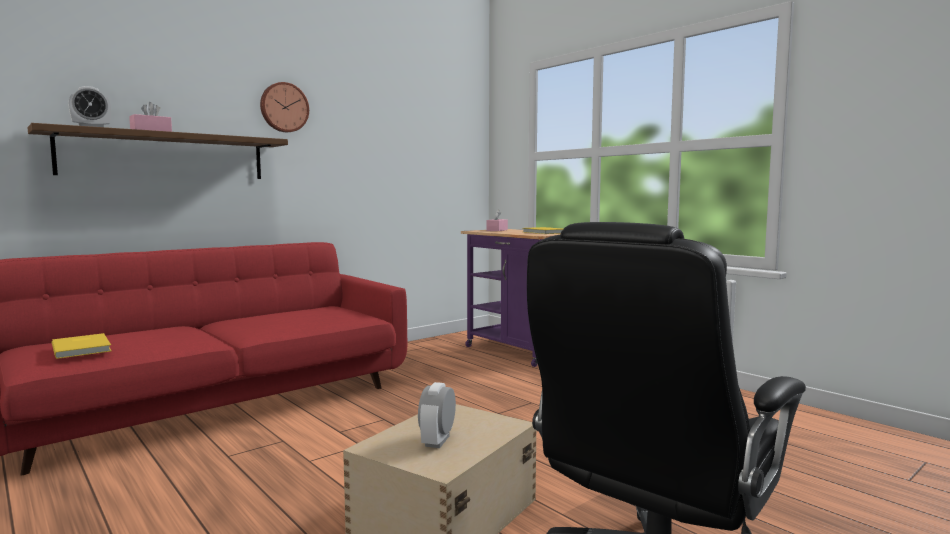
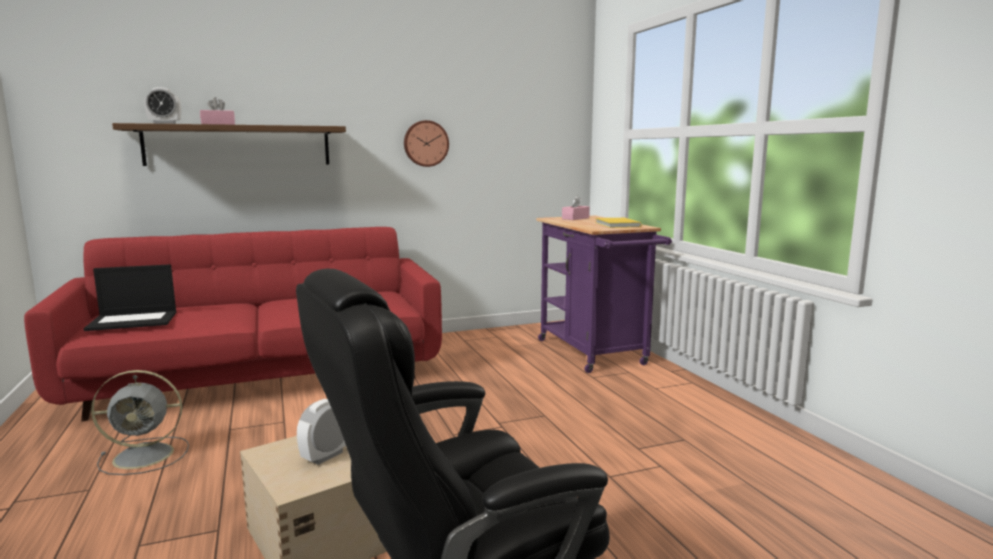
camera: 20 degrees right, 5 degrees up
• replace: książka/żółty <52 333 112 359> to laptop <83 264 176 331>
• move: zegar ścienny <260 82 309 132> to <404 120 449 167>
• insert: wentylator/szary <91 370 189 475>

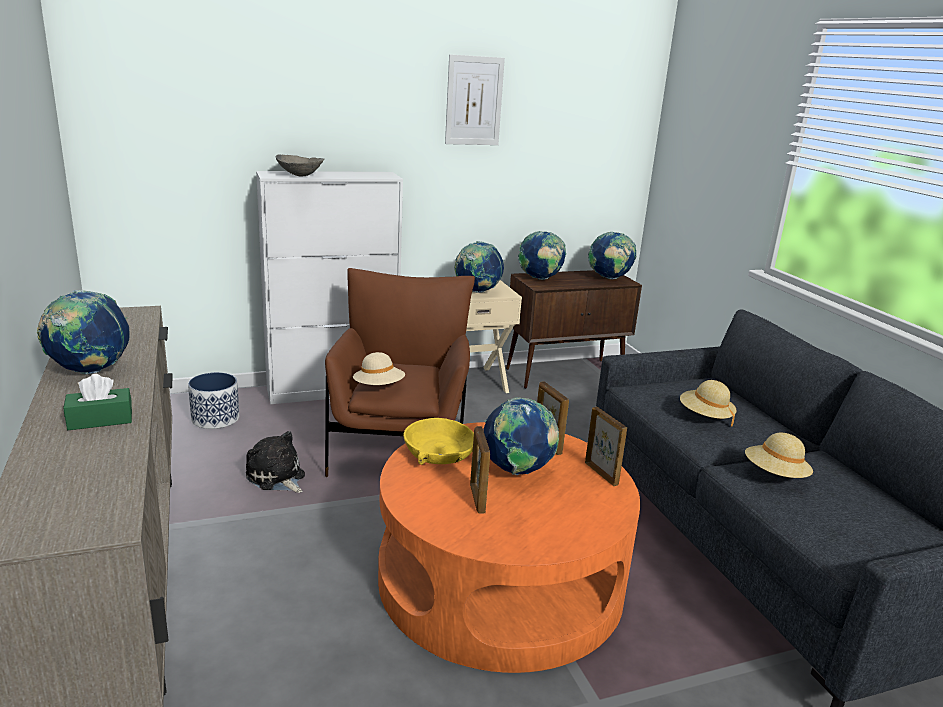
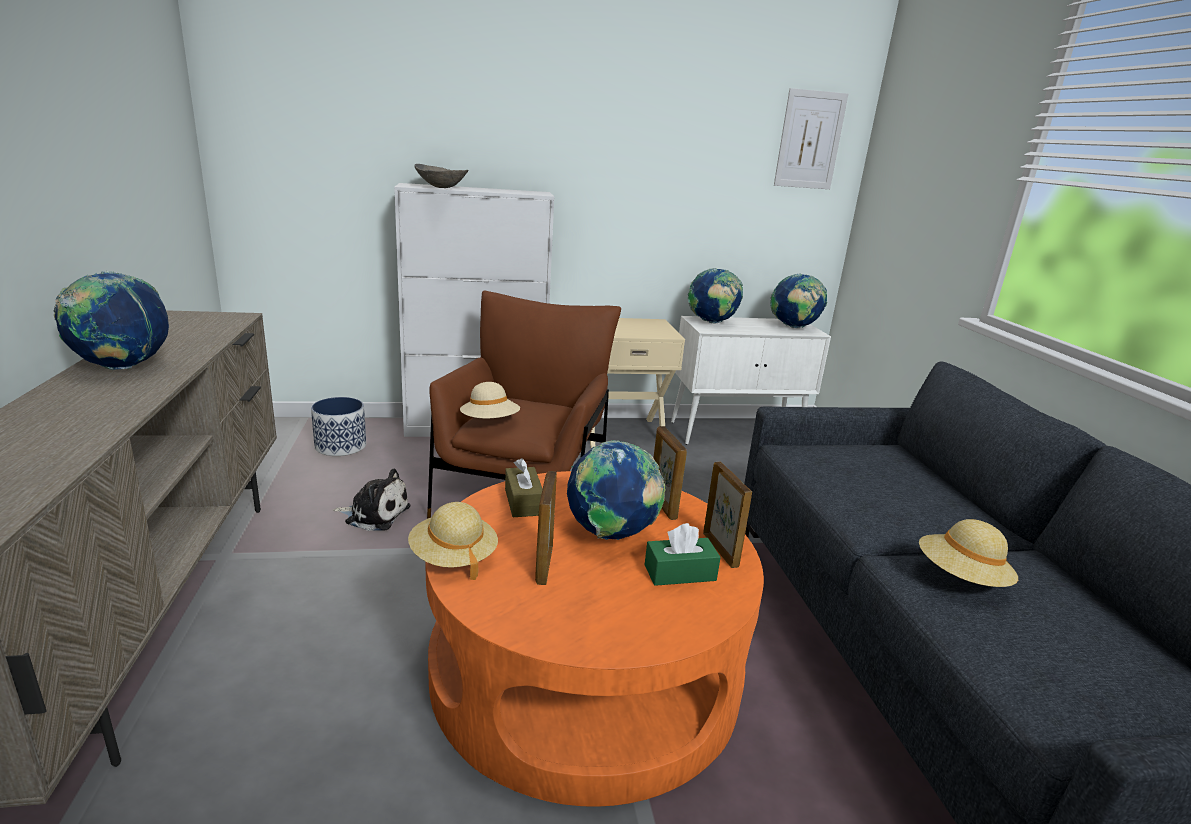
camera: 10 degrees right, 0 degrees up
• move: pudełko chusteczek/zielony <64 374 132 430> to <645 523 721 586>
• rotate: pluszak <246 431 305 493> = <333 469 410 531> 135 degrees clockwise
• replace: miska/żółty <403 418 474 465> to pudełko chusteczek/brązowy <505 458 543 517>
• move: obraz <445 54 505 145> to <774 88 848 189>
• delete: globus <454 241 505 293>
• recolor: szafka/brązowy <506 270 642 389> to szafka/biały <671 316 831 445>
• move: kapelusz/beżowy <680 380 737 427> to <408 502 498 580>

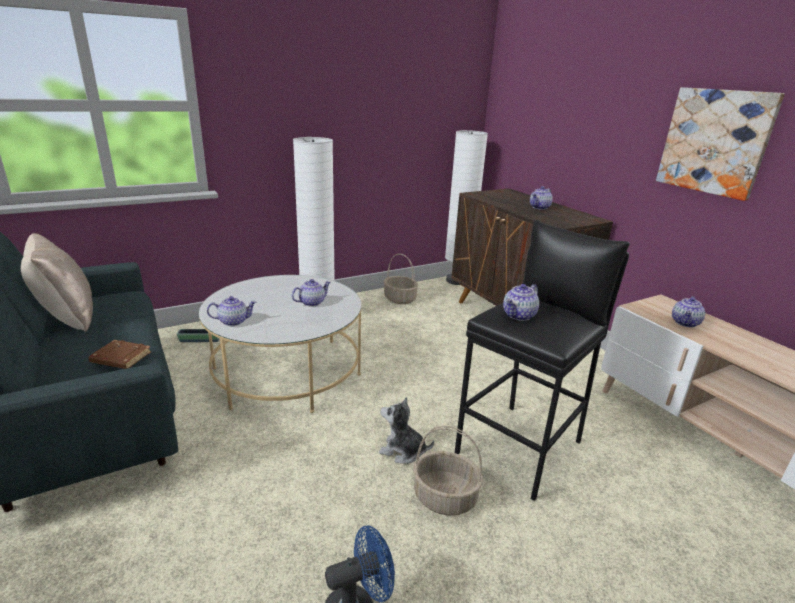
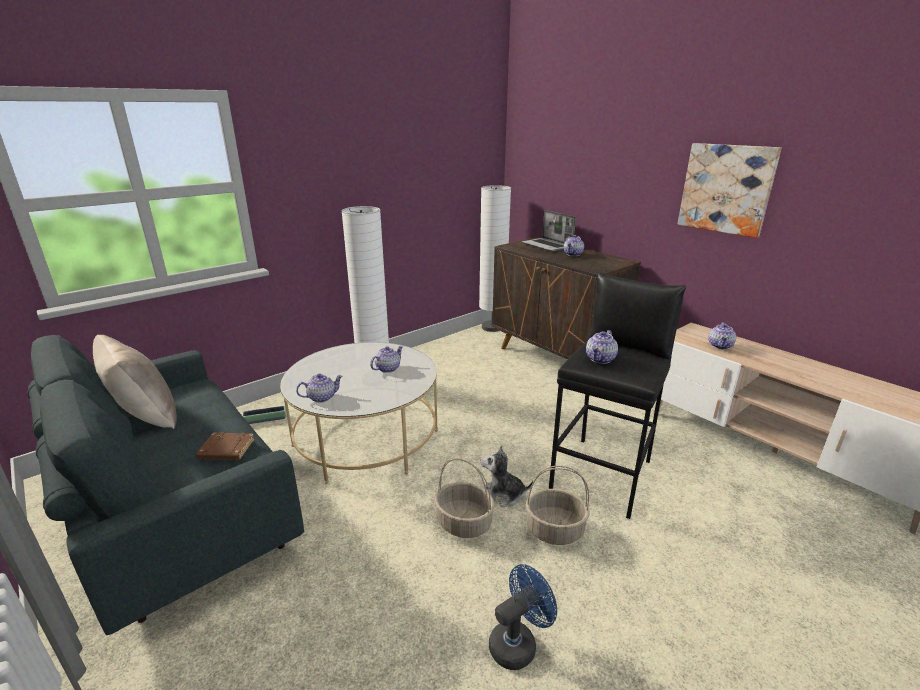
camera: 10 degrees left, 0 degrees up
• move: koszyk <383 254 419 304> to <435 458 494 538>
• insert: laptop <522 210 576 252>

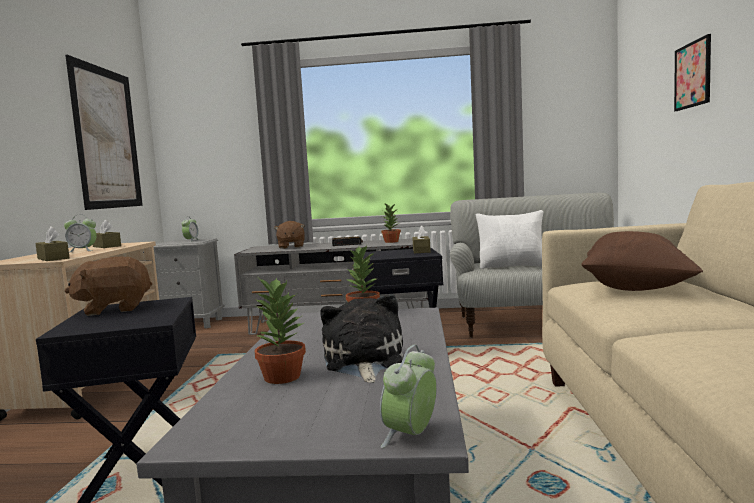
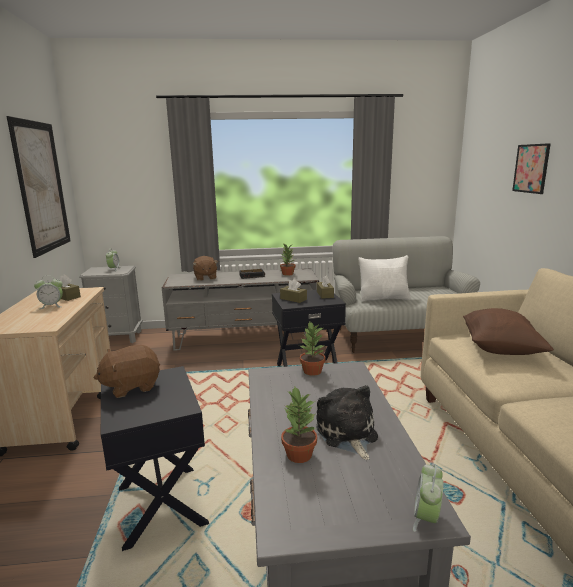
camera: 10 degrees left, 10 degrees up
• move: pudełko chusteczek/brązowy <35 227 70 261> to <280 279 307 303>

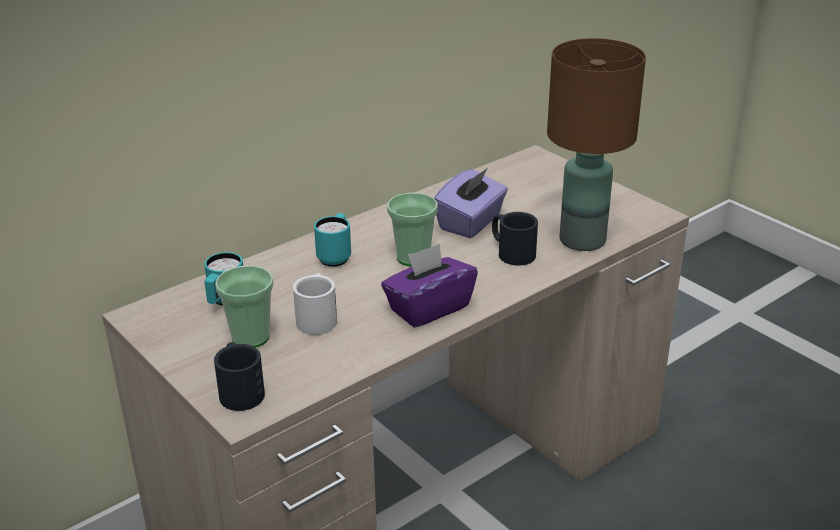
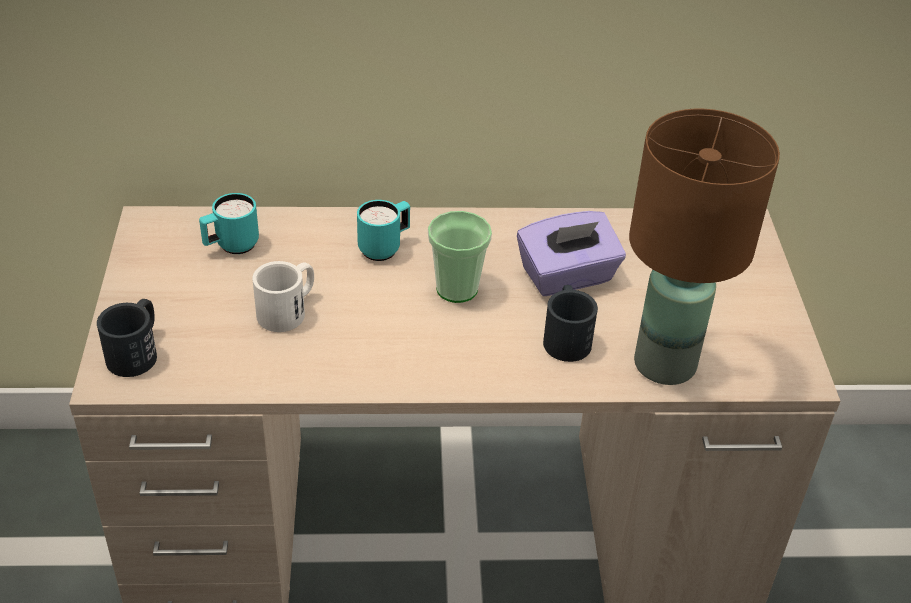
camera: 35 degrees right, 10 degrees up
• delete: filiżanka <215 266 274 348>
• delete: pudełko chusteczek/fioletowy <381 244 478 328>

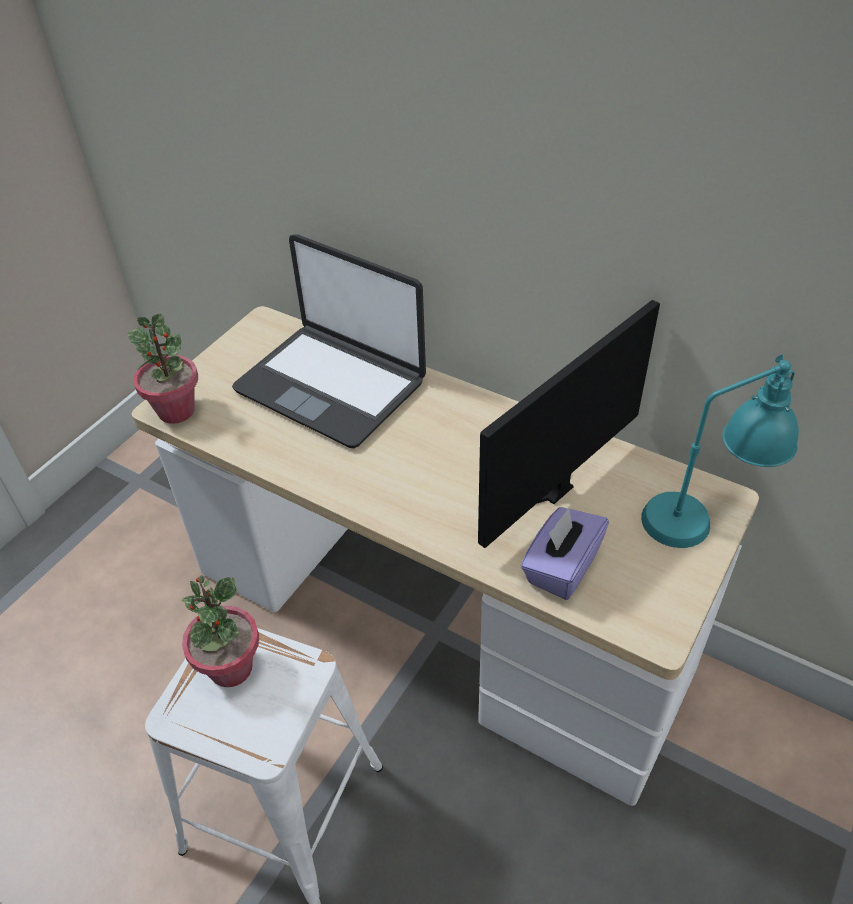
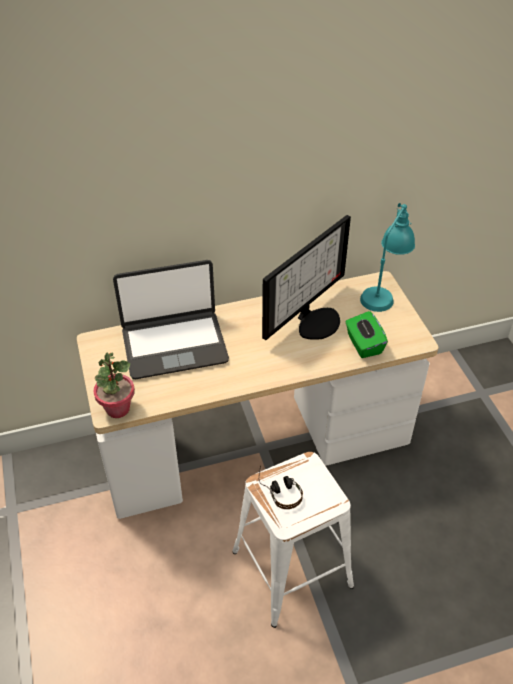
camera: 50 degrees left, 0 degrees up
• replace: roślina doniczkowa <181 575 259 687> to słuchawki <259 465 303 509>
• rotate: monitor <478 300 660 548> = <262 215 351 340> 135 degrees counterclockwise
• recolor: pudełko chusteczek/fioletowy <521 507 609 600> to pudełko chusteczek/zielony <346 311 388 358>

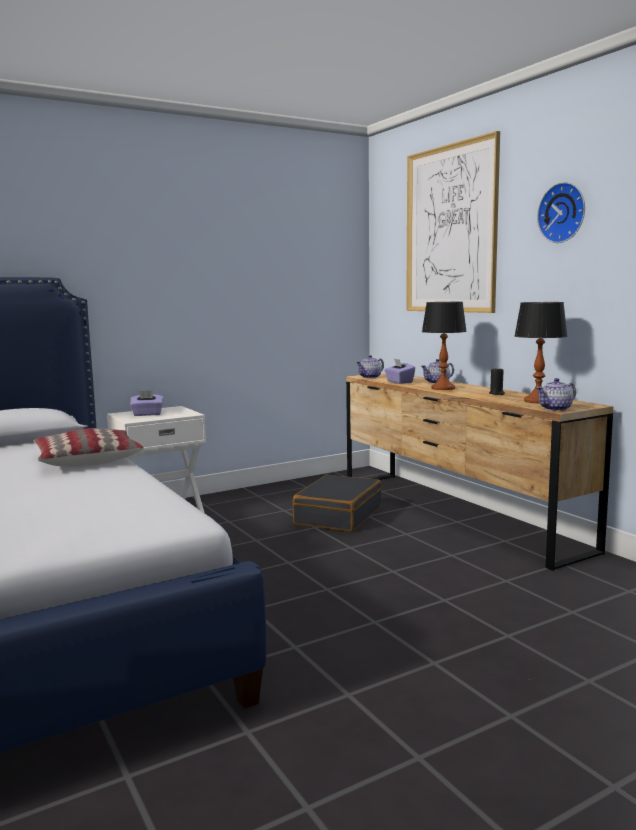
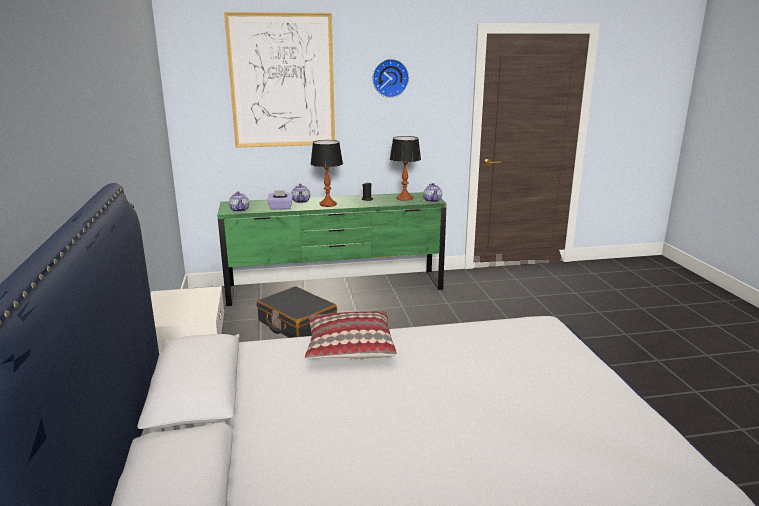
camera: 70 degrees left, 10 degrees up
• delete: pudełko chusteczek/fioletowy <130 390 163 416>
• recolor: komoda/brązowy <346 373 614 571> to komoda/zielony <217 192 447 306>

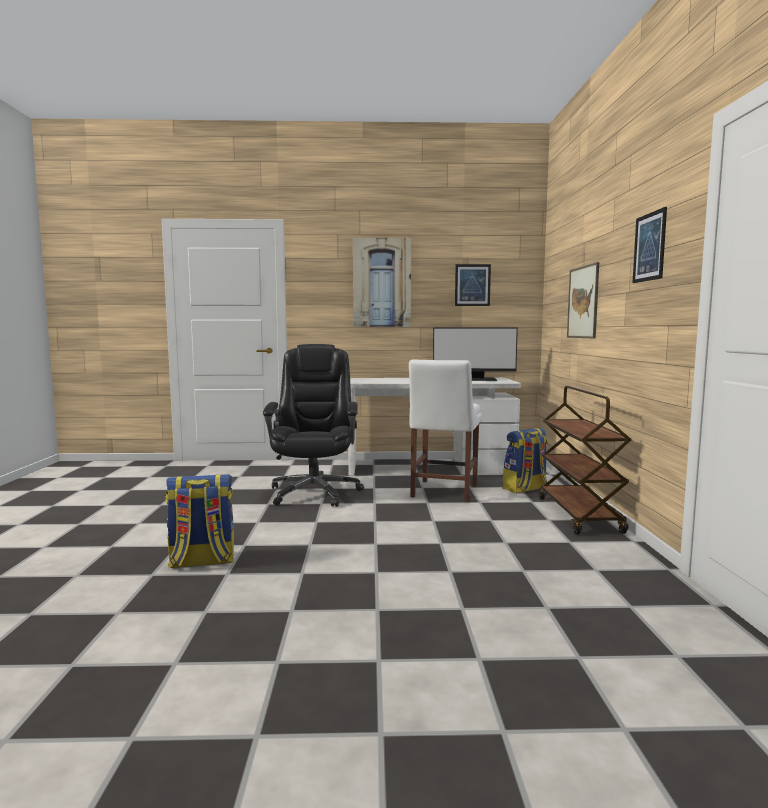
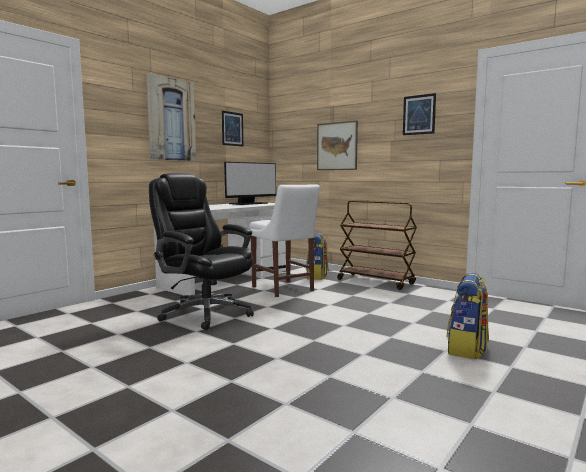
camera: 50 degrees left, 0 degrees up
• move: plecak <165 474 234 568> to <446 273 489 359>

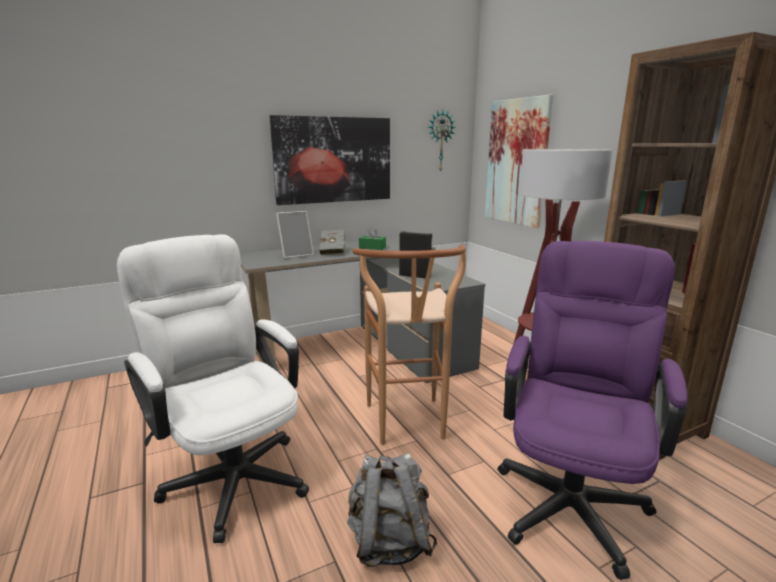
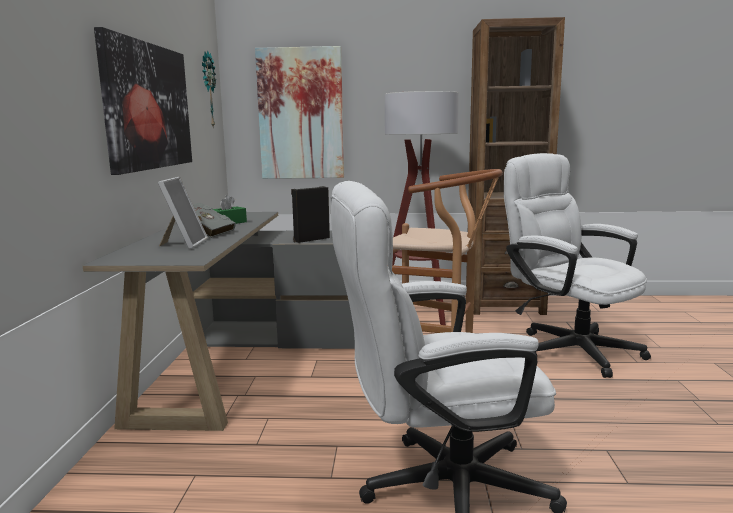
camera: 60 degrees left, 5 degrees down
• delete: plecak/szary <347 453 437 567>
• recolor: krzesło biurowe/fioletowy <498 241 688 580> to krzesło biurowe/biały <504 153 651 378>

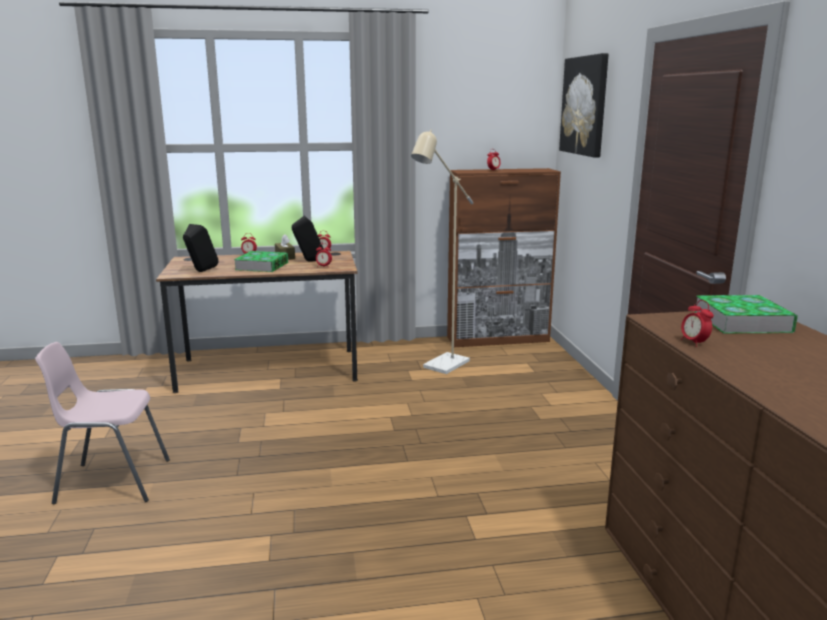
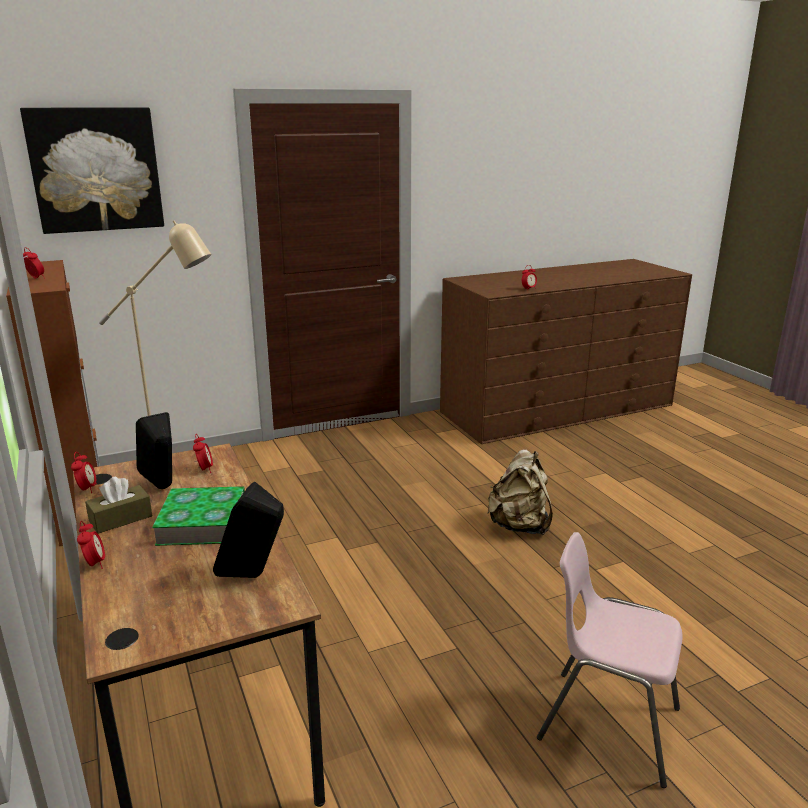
camera: 105 degrees left, 5 degrees up
• rotate: krzesło/różowy <35 342 170 504> = <537 532 683 788> 135 degrees clockwise
• delete: książka <694 295 798 334>
• insert: plecak/beżowy <487 449 553 535>

